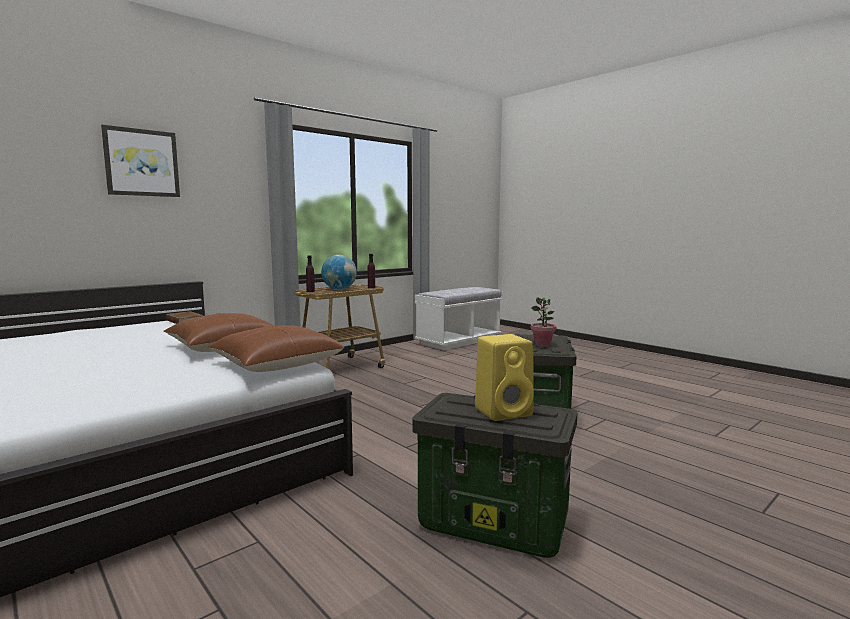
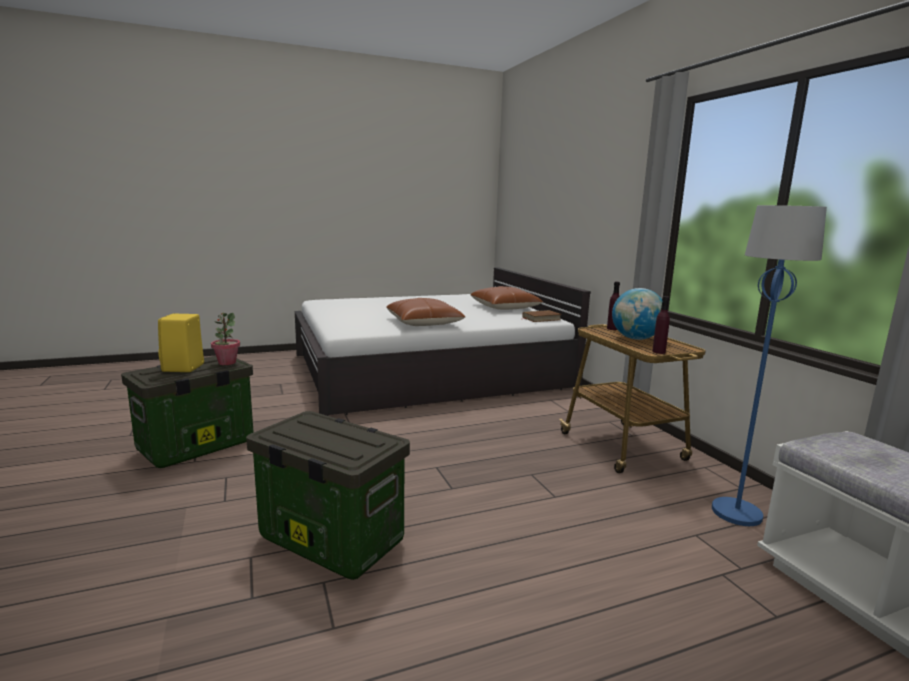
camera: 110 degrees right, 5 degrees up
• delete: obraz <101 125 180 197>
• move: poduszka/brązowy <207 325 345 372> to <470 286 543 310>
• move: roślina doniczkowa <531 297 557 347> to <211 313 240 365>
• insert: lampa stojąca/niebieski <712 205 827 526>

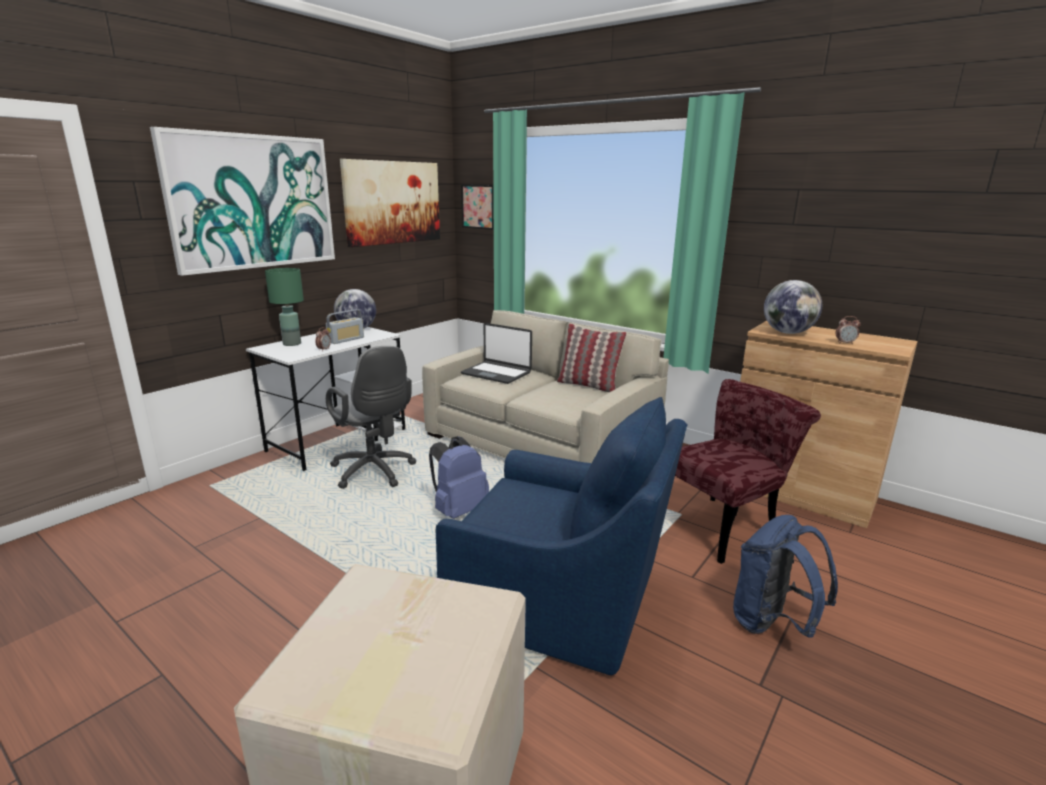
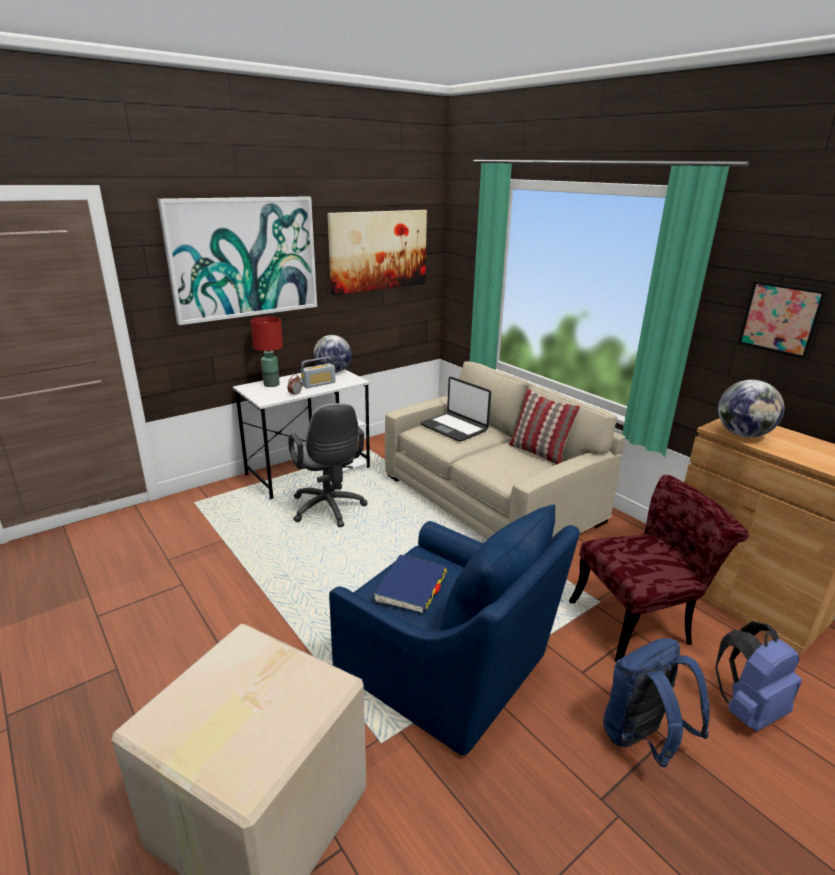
camera: 15 degrees right, 5 degrees up
• recolor: lampa stołowa/zielony <265 268 304 346> to lampa stołowa/czerwony <250 316 283 387>
• move: plecak/niebieski <429 436 489 519> to <715 621 802 732>
• move: obraz <461 185 494 230> to <738 280 827 359>
• delete: budzik <835 316 861 345>
• insert: książka/niebieski <374 555 447 613>

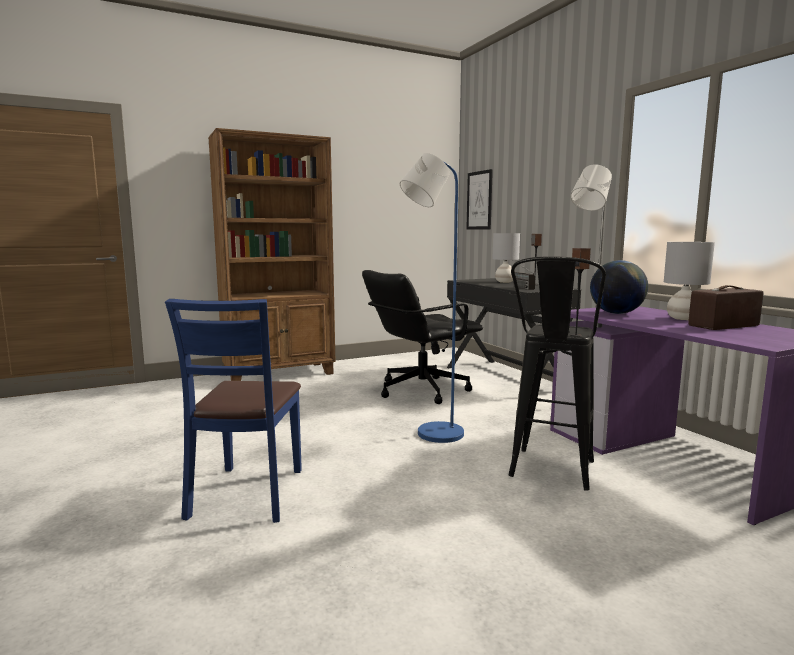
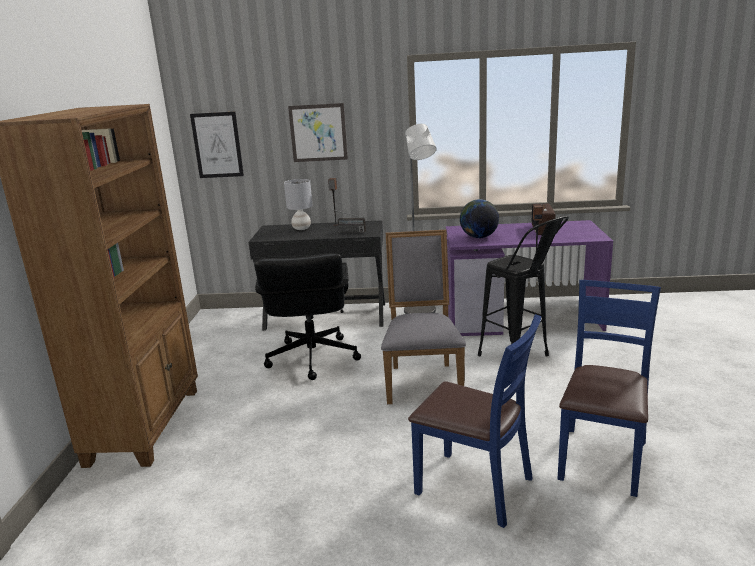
camera: 60 degrees left, 10 degrees up
• replace: lampa stojąca/niebieski <400 153 464 443> to krzesło/szary <381 230 466 404>
• delete: lampa stołowa/szary <664 242 715 320>
• insert: obraz <288 103 348 162>
• insert: krzesło/niebieski <557 280 661 497>

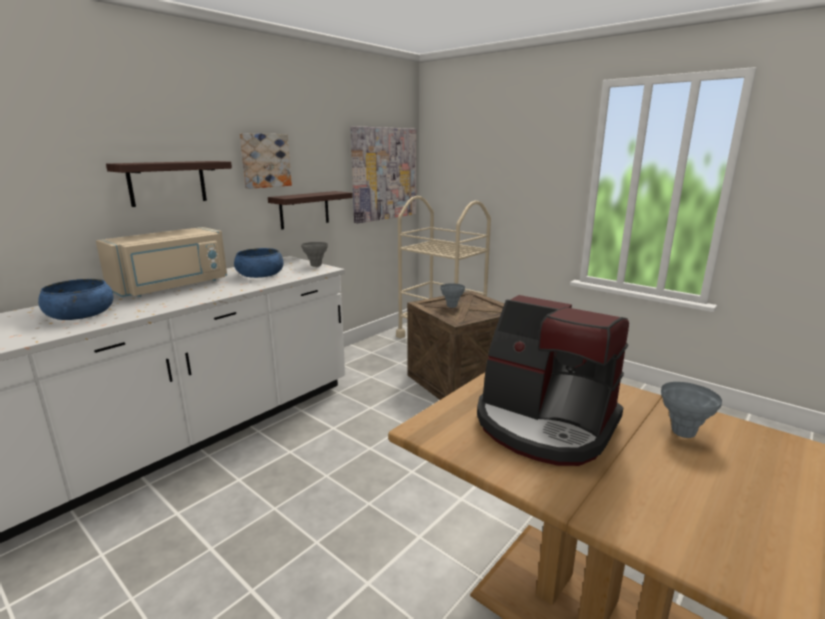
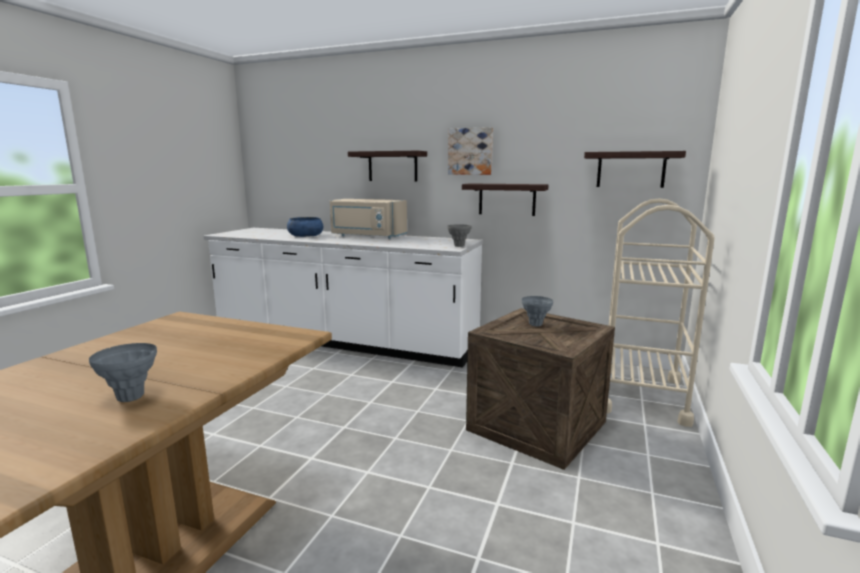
camera: 70 degrees right, 5 degrees down
• delete: miska/niebieski <234 248 283 278>
• replace: obraz <350 126 417 223> to półka <584 151 686 188>
• delete: ekspres do kawy <477 295 629 466>

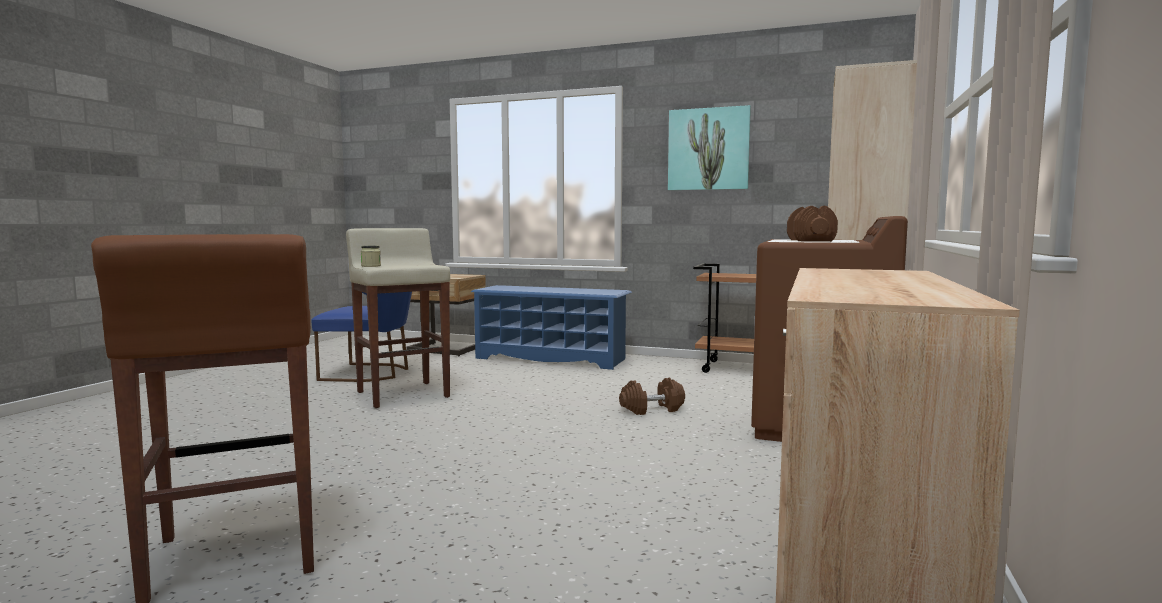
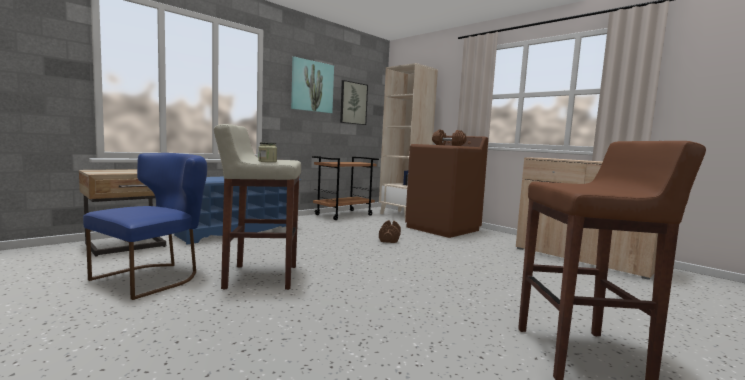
camera: 65 degrees left, 0 degrees up
• insert: obraz <340 80 368 125>

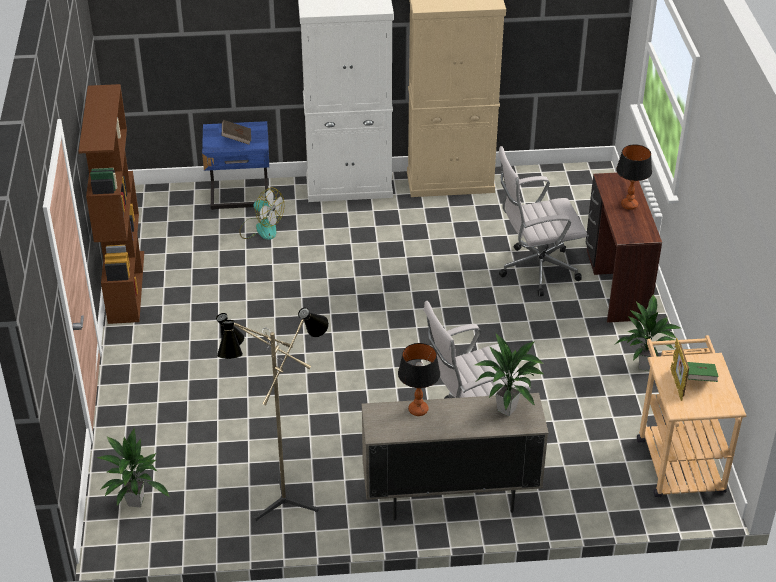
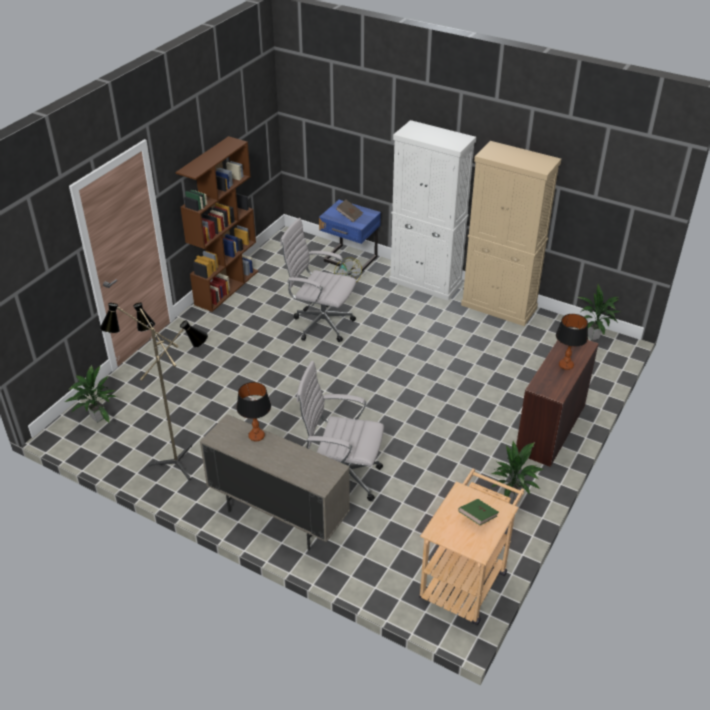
camera: 35 degrees right, 0 degrees up
• move: roślina doniczkowa <475 334 545 416> to <578 285 620 340>
• move: krzesło biurowe/biały <498 146 587 297> to <280 218 356 342>
• delete: ramka na zdjęcie <671 338 689 401>

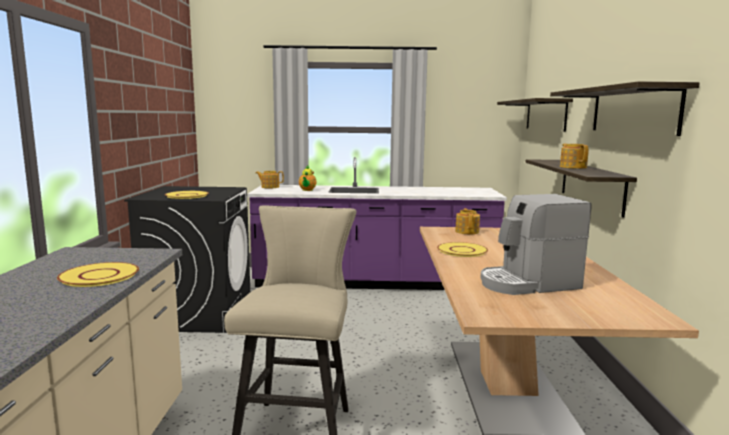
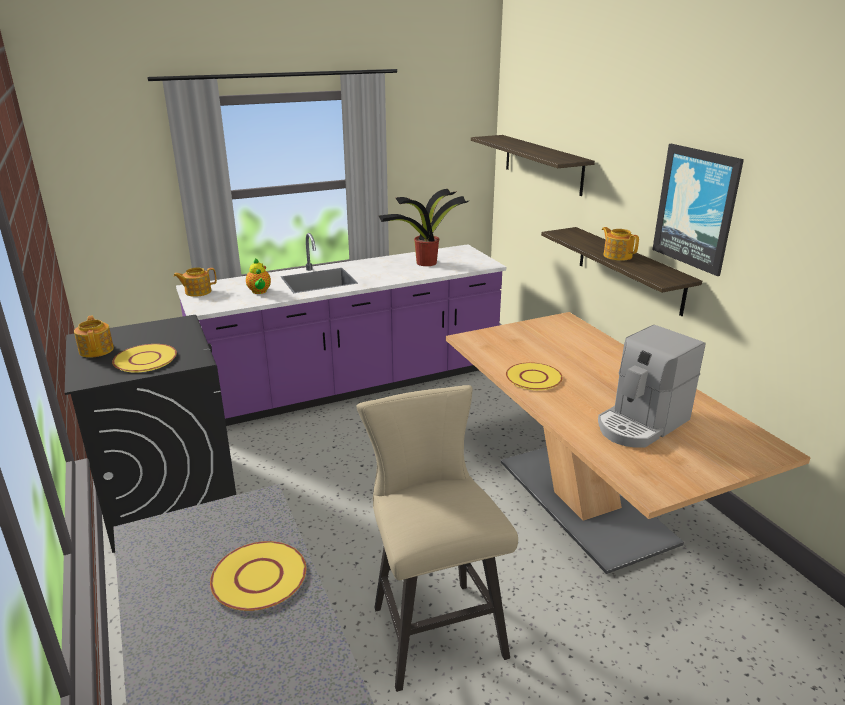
camera: 25 degrees left, 15 degrees up
• move: imbryk <455 208 480 234> to <74 315 114 358>
• replace: półka <550 81 699 136> to obraz <652 144 744 276>
• insert: roślina doniczkowa <379 189 470 266>

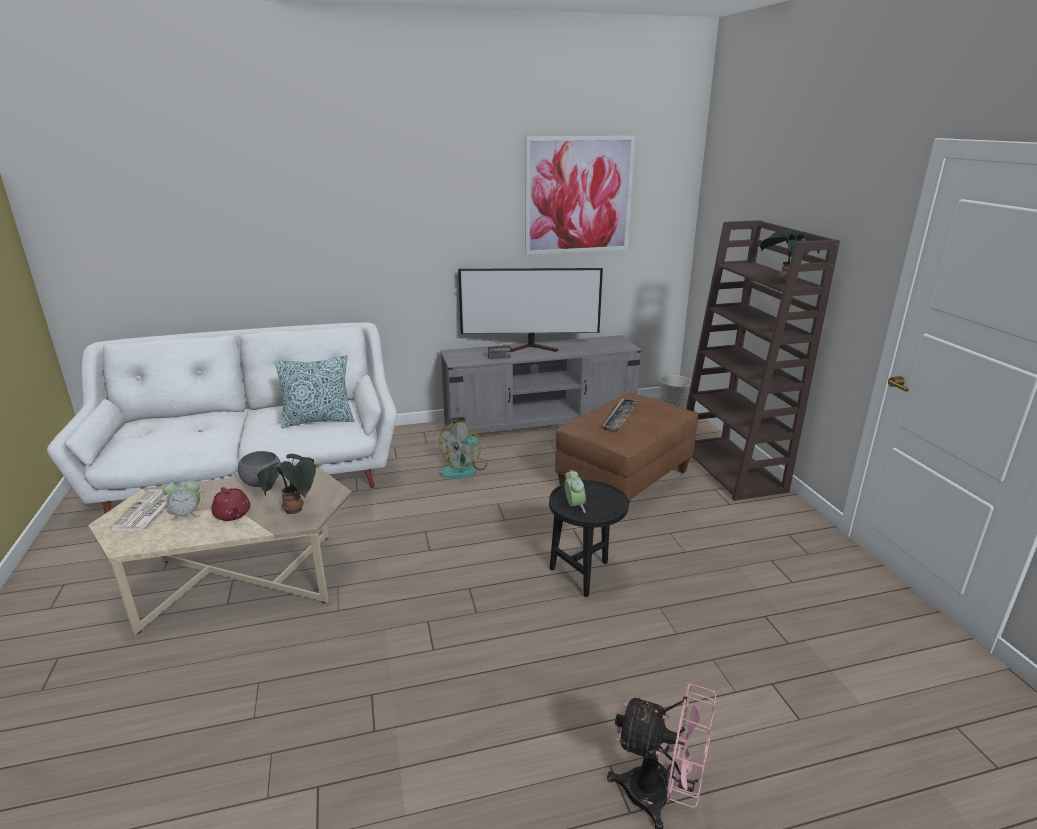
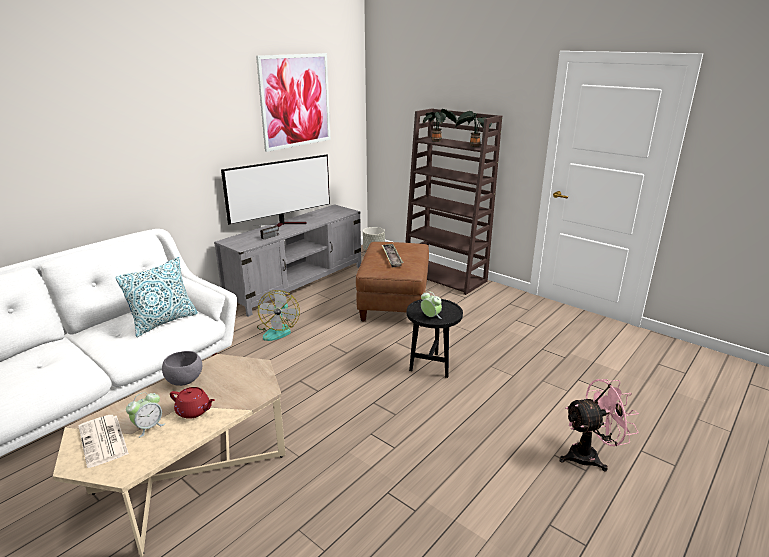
camera: 35 degrees left, 0 degrees up
• move: roślina doniczkowa <257 454 316 514> to <423 109 457 142>

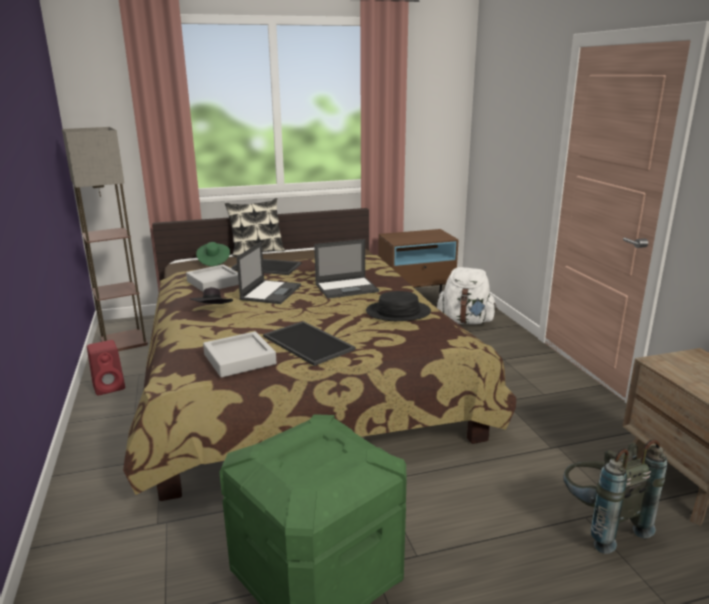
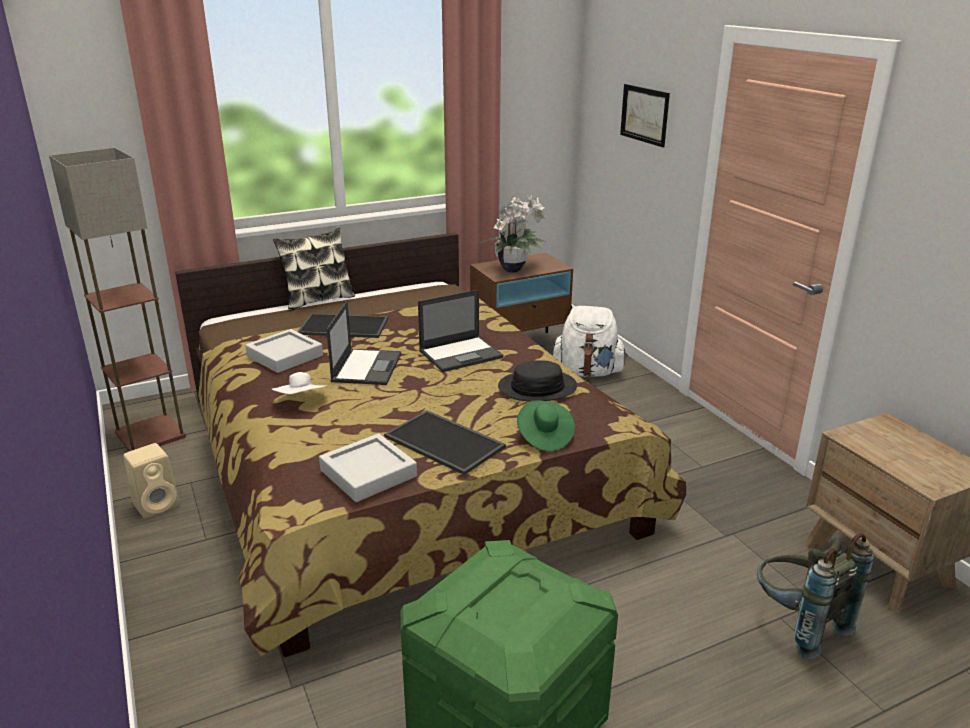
camera: 10 degrees left, 5 degrees up
• recolor: głośnik/czerwony <87 340 125 396> to głośnik/beżowy <123 443 180 519>
• recolor: kapelusz/czarny <189 287 233 304> to kapelusz/biały <272 372 328 394>
• move: kapelusz/zielony <196 242 230 266> to <517 400 575 452>
• insert: roślina doniczkowa <481 195 545 272>
• insert: obraz <620 84 670 147>

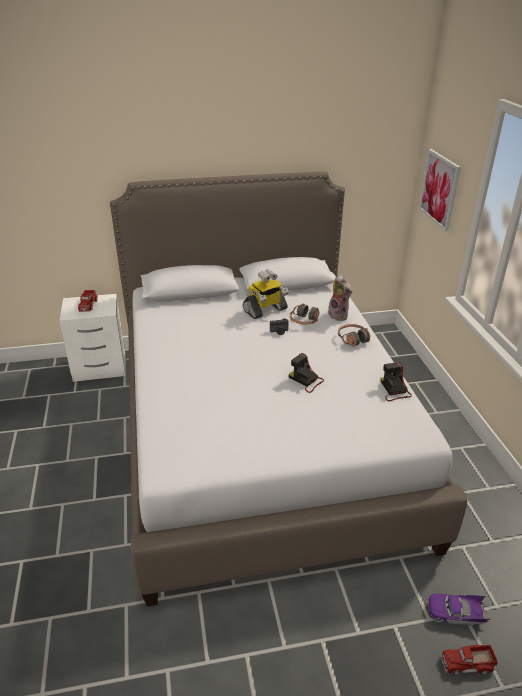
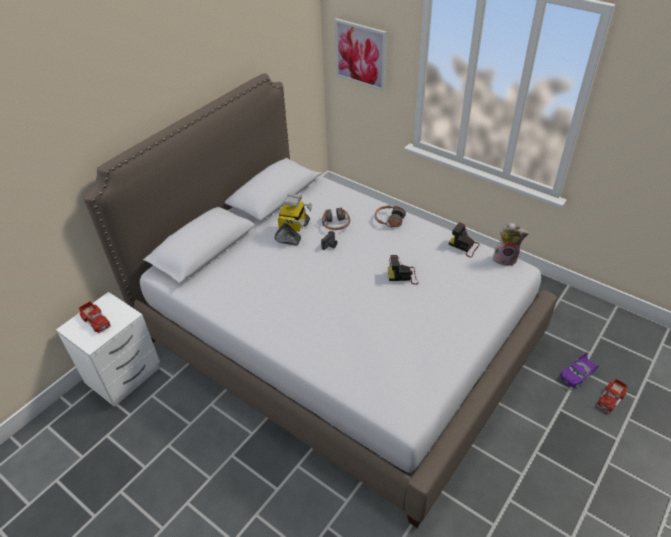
camera: 40 degrees left, 10 degrees up
• move: pluszak <328 274 352 321> to <492 222 529 266>

